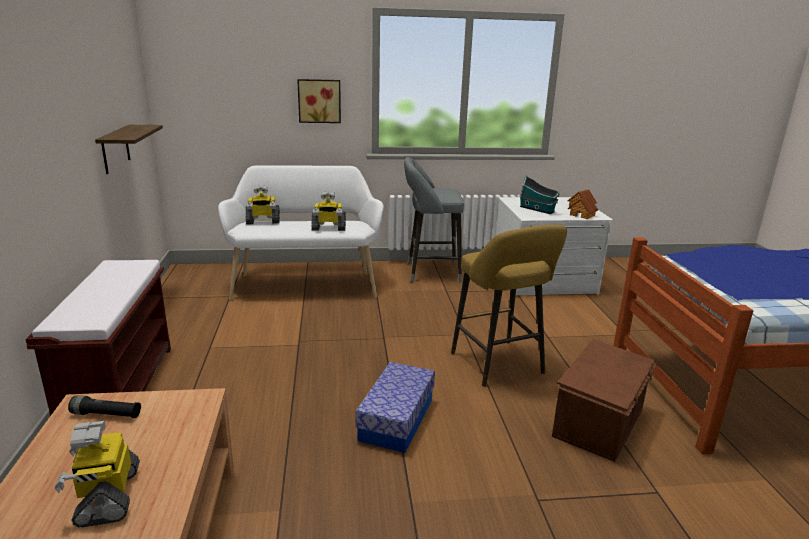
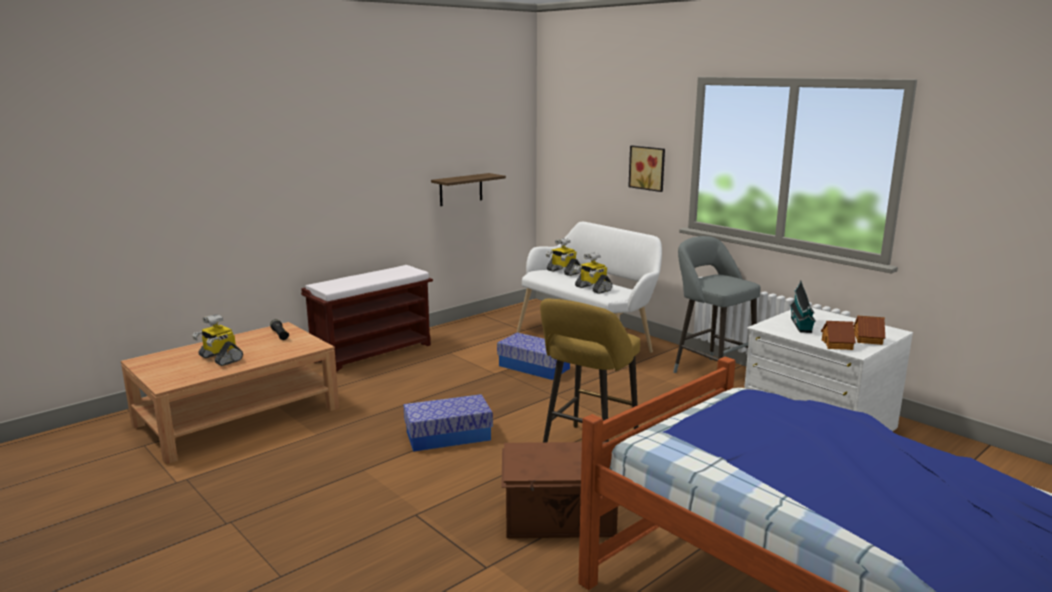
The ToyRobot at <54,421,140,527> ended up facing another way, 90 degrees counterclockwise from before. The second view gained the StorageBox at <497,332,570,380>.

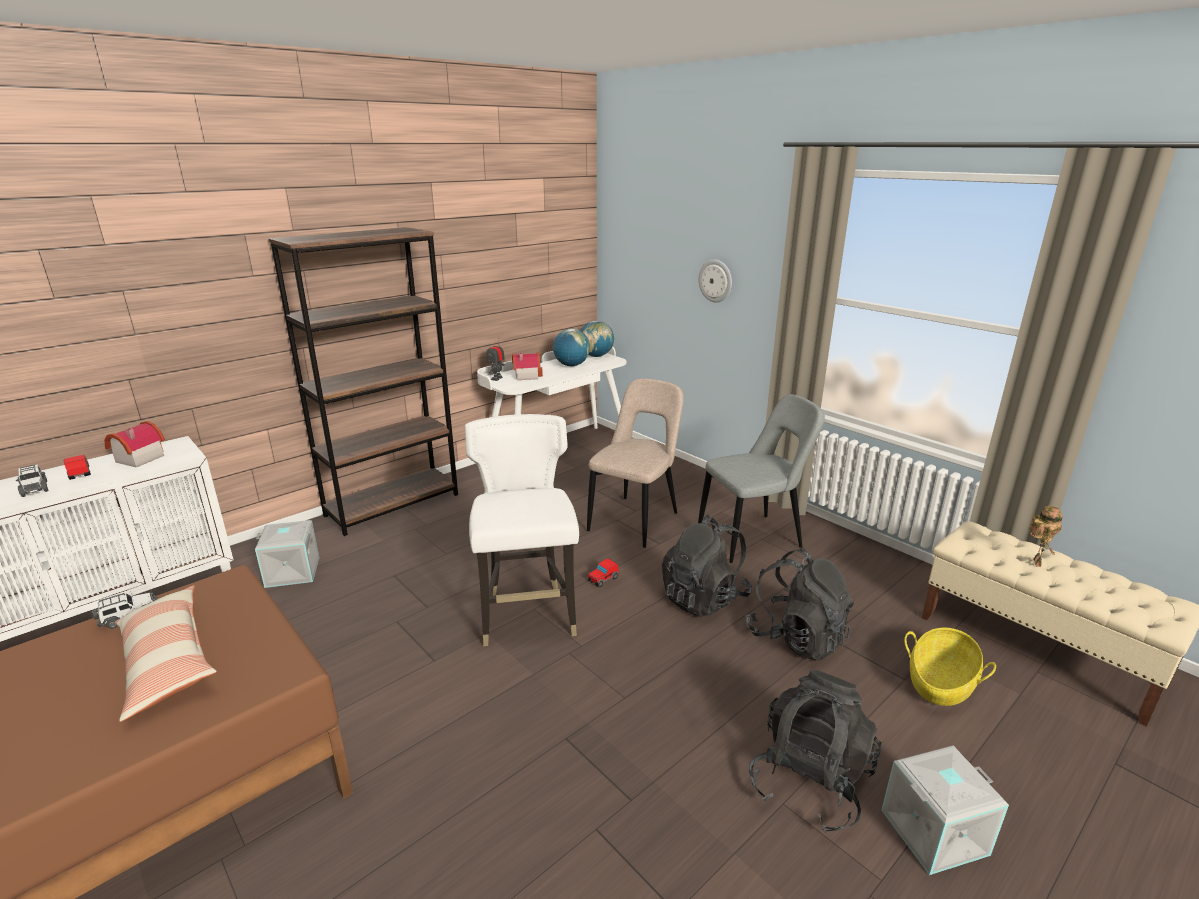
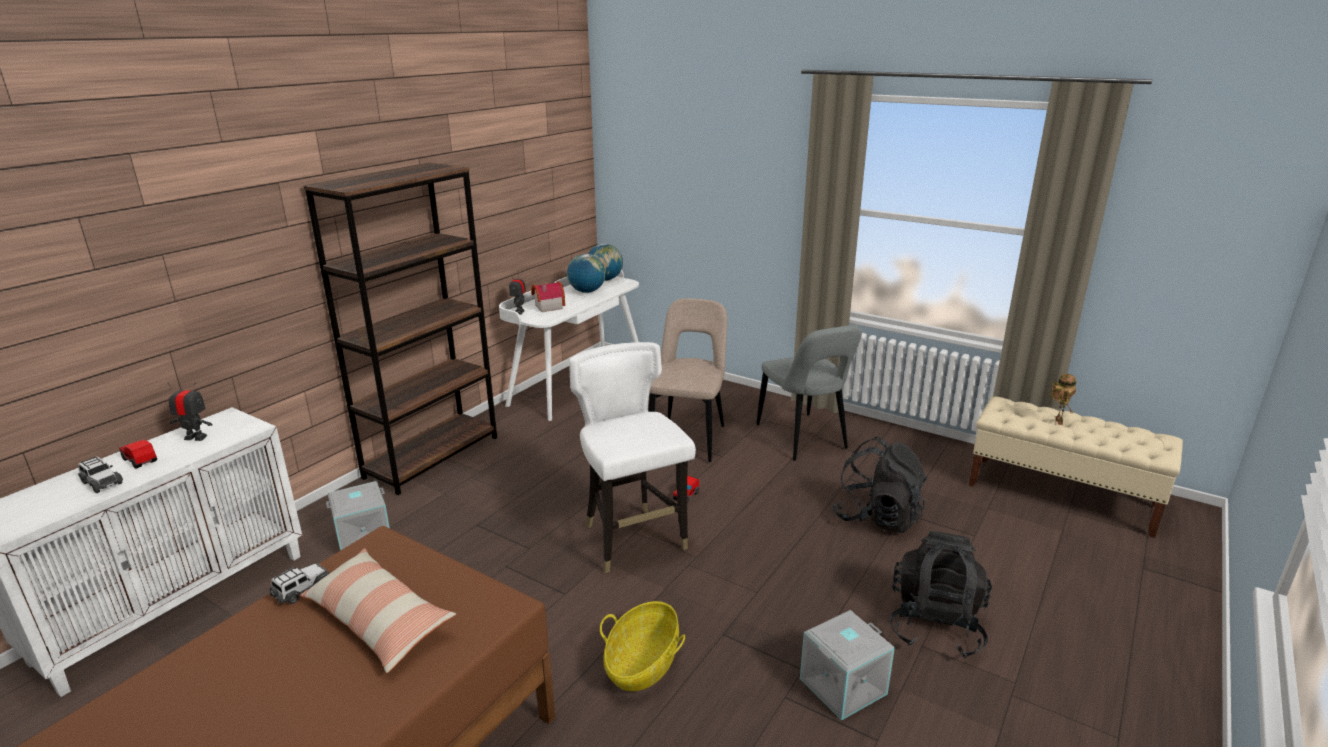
Where the ToyHouse stood at <104,421,165,467>, the ToyRobot came to stand at <167,383,212,441>. The second view lost the BlackBackpack at <662,515,752,617>. The GrayChair at <698,394,825,563> ended up facing another way, 105 degrees clockwise from before. The second view lost the ClockOnTheWall at <699,259,732,303>. The GrayStorageBox ended up elsewhere, having gone from <882,745,1009,875> to <800,610,895,721>. The StorageBasket ended up elsewhere, having gone from <904,628,996,706> to <600,601,685,691>.

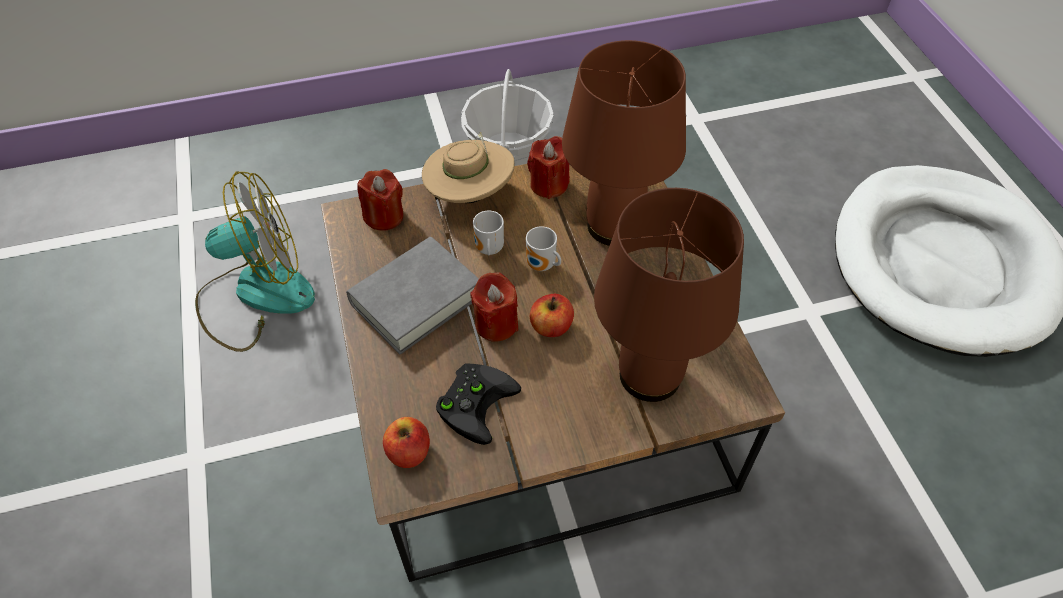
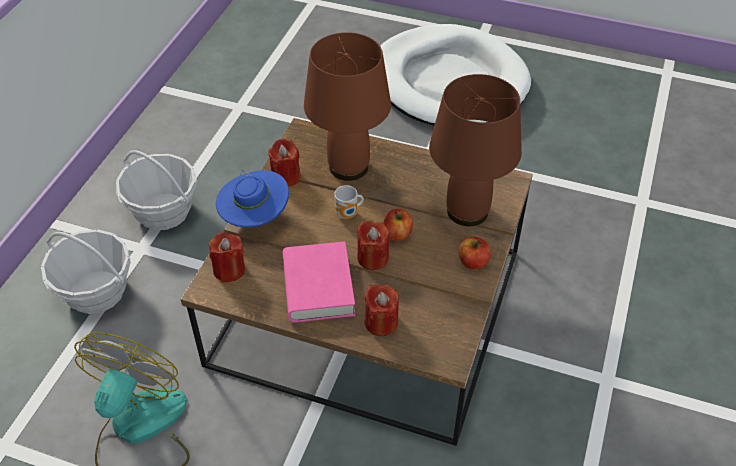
What was the GrayVolume at <346,237,479,354> turned into the PinkColouredVolume at <282,241,355,323>. The WholeApple ended up elsewhere, having gone from <383,417,430,468> to <458,237,491,269>. What was the BeigeColouredWearableHat at <422,132,515,203> turned into the BlueWearableHat at <216,170,289,227>. The second view lost the BlackGameController at <436,363,521,445>. The second view lost the TeaMug at <473,211,504,255>. The second view gained the StorageBasket at <41,229,131,314>. The second view gained the ReddishCandle at <364,285,399,336>.

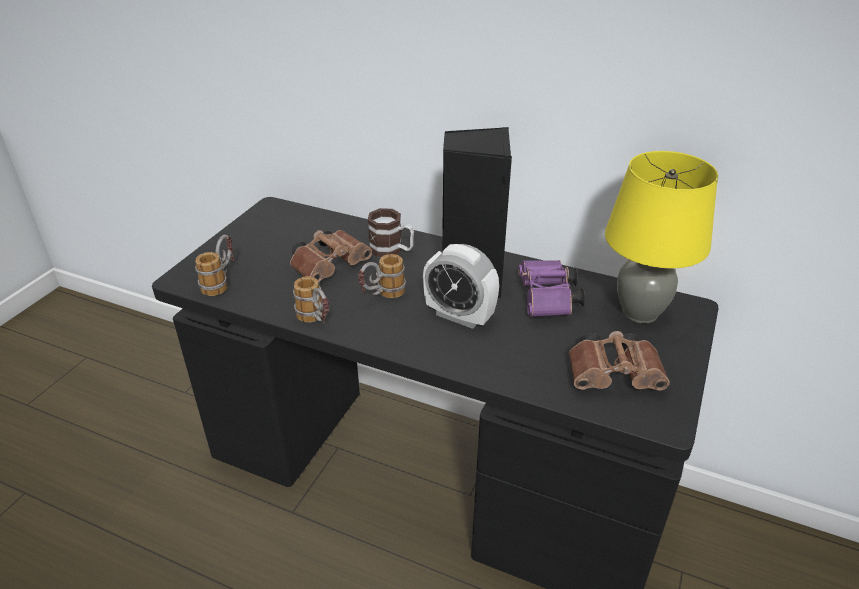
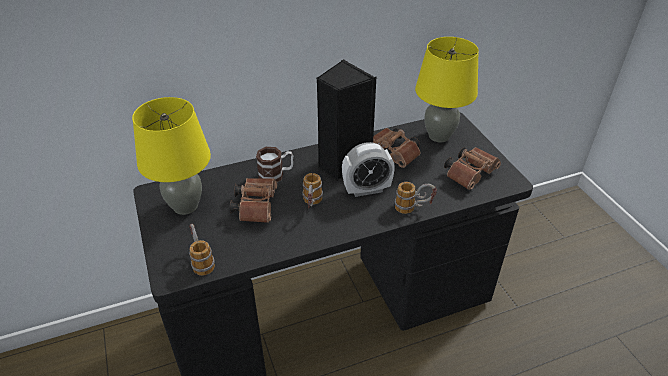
The TeaMug ended up elsewhere, having gone from <293,276,329,323> to <395,182,437,214>. What was the PurplishBinoculars at <518,260,585,317> turned into the BrownishBinoculars at <373,128,421,168>. The second view gained the YellowishLampForATable at <132,97,211,215>.

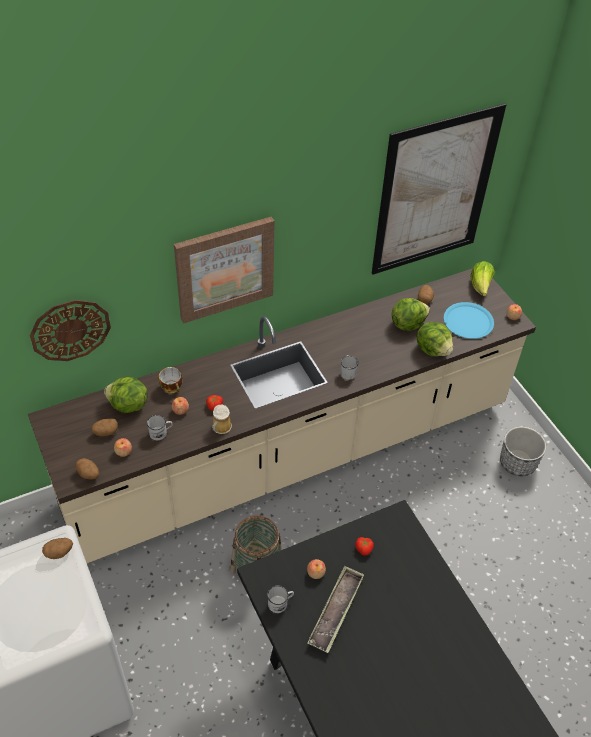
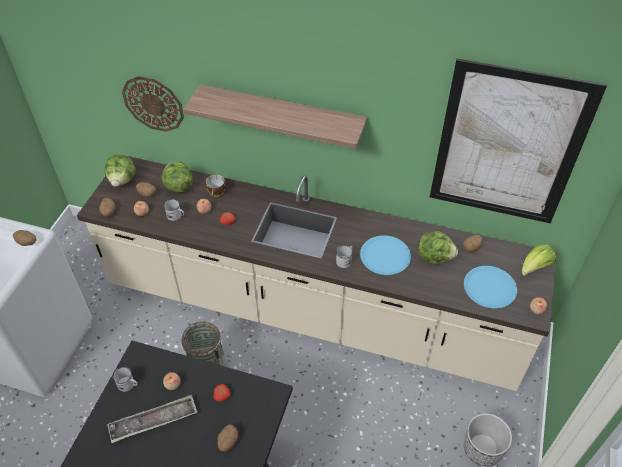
Where the WallPicture hung at <174,217,275,324>, the Shelf came to hang at <183,84,367,149>. The second view lost the TeaMug at <212,404,232,434>. The LettuceHead ended up elsewhere, having gone from <417,322,453,356> to <105,154,136,187>. The second view gained the Potato at <217,424,238,452>. The second view gained the BluePlate at <360,235,411,275>.

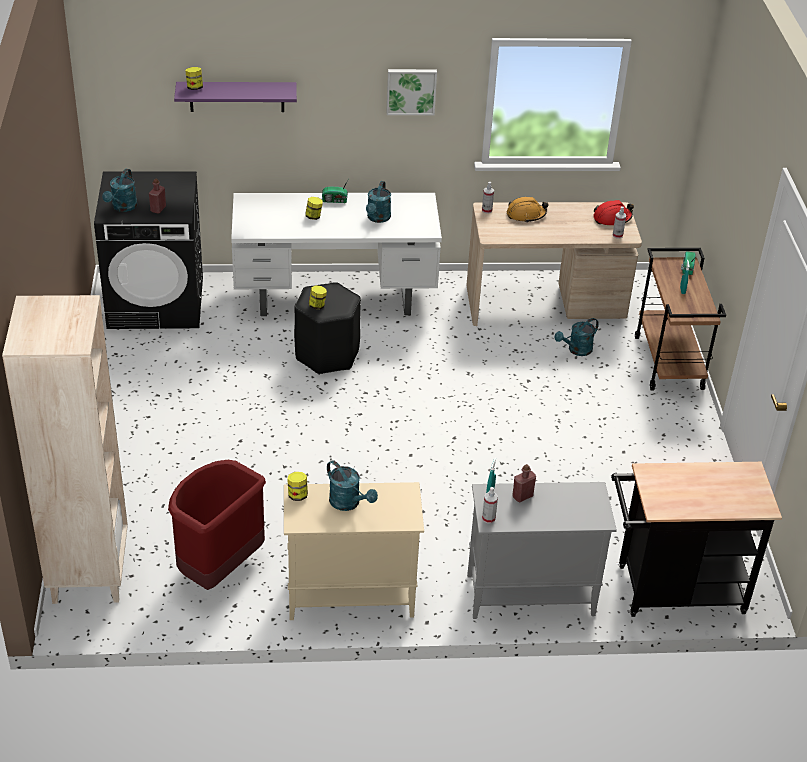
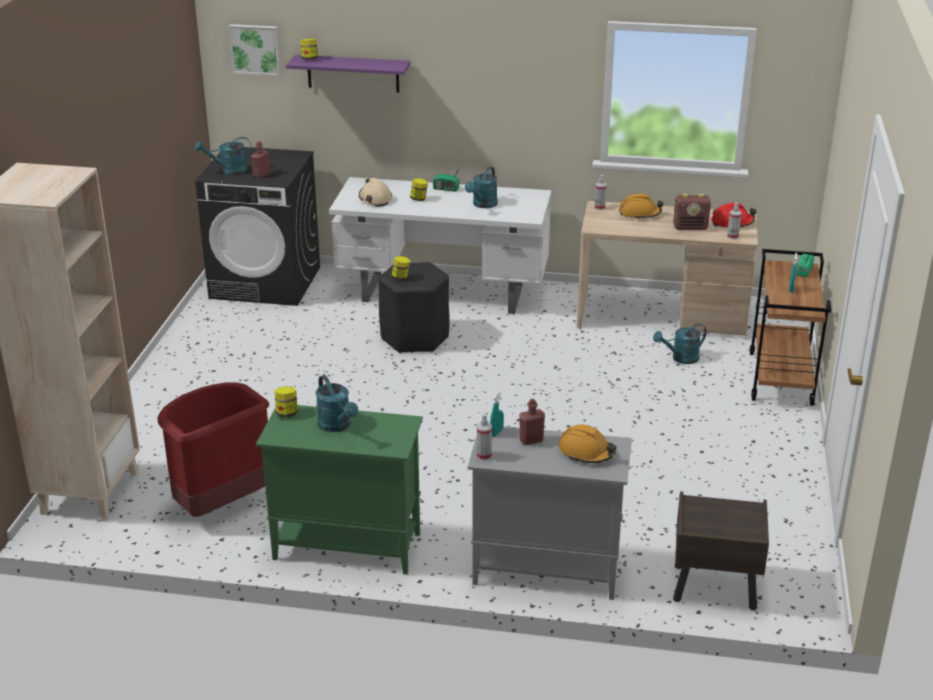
The TurquoiseSprinklingCan at <102,169,137,212> ended up facing another way, 45 degrees clockwise from before. What was the BeigeColouredStorageCabinet at <284,482,424,620> turned into the GreenishStorageCabinet at <256,405,423,575>. The WallPicture ended up elsewhere, having gone from <386,69,437,115> to <229,24,281,76>. Where the BlackTrolley stood at <611,462,782,617>, the BrownishNightstand came to stand at <673,491,769,610>. The second view gained the BeigeColouredWorkHelmet at <359,178,392,207>. The second view gained the OrangeColouredWorkHelmet at <559,425,616,463>. The second view gained the Radio at <673,194,711,230>.

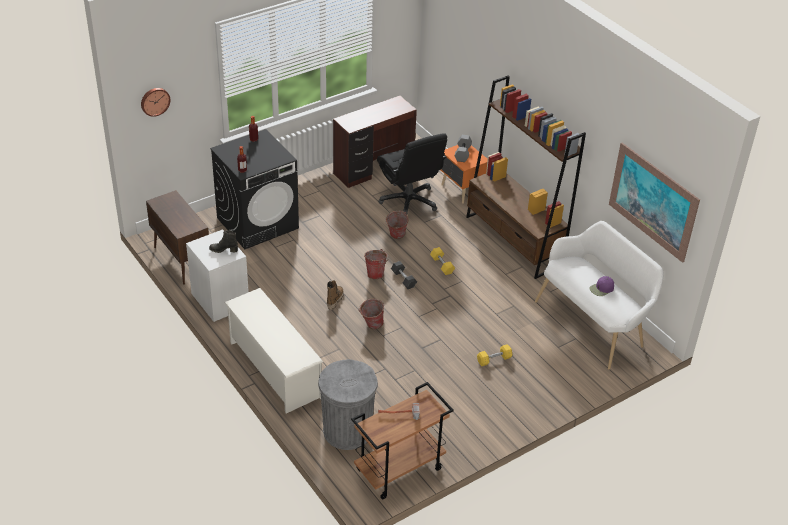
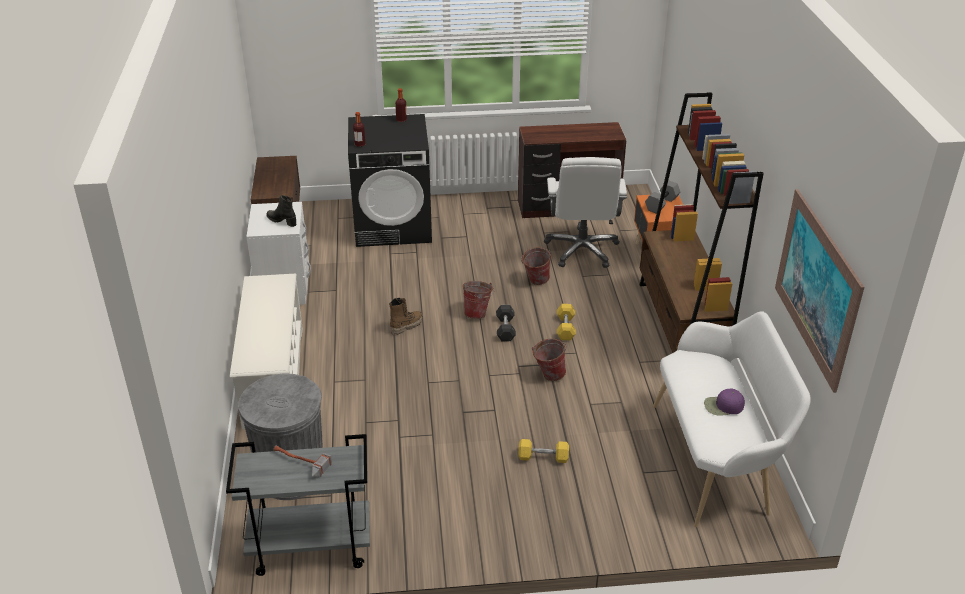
The second view lost the ClockOnTheWall at <141,88,171,117>. What was the BrownishTrolley at <351,382,454,499> turned into the GrayTrolley at <226,434,370,576>. The WaterBucket ended up elsewhere, having gone from <359,299,384,329> to <532,339,567,381>. What was the BlackDeskChair at <377,133,447,215> turned into the WhiteColouredDeskChair at <544,157,627,268>.

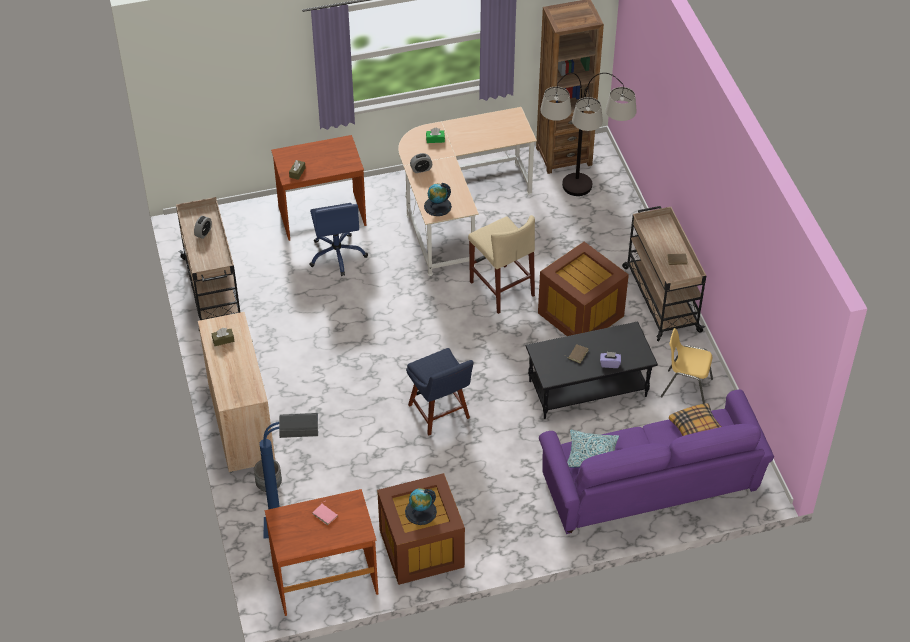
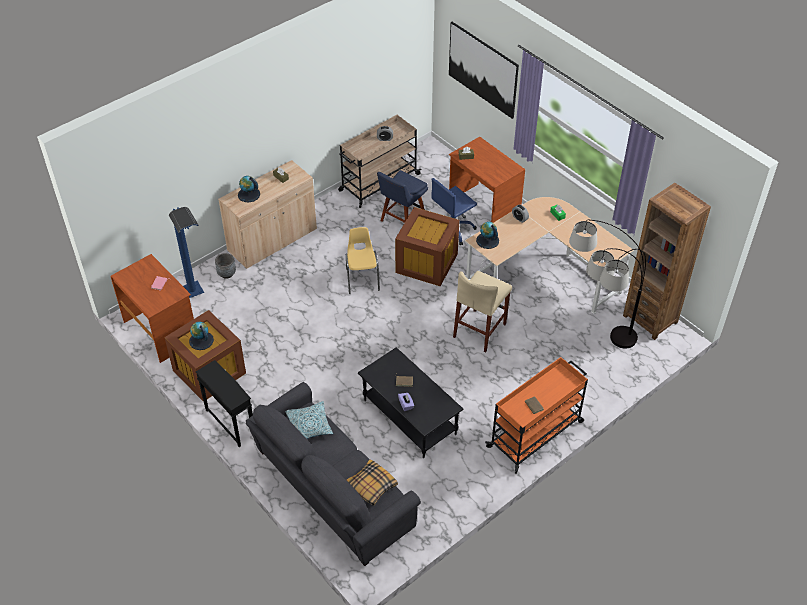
The BlueChair ended up elsewhere, having gone from <406,348,473,435> to <377,170,428,223>. The BrownishStorageBox ended up elsewhere, having gone from <538,242,629,336> to <395,207,459,286>. What was the PurplishSettee at <539,390,774,534> turned into the GraySettee at <246,382,421,566>. What was the BeigeColouredTrolley at <622,206,706,341> turned into the OrangeColouredTrolley at <485,357,588,474>. The YellowishChair ended up elsewhere, having gone from <661,328,713,404> to <346,227,380,294>. The second view gained the BlackEndTable at <196,360,253,447>. The second view gained the WorldGlobe at <238,176,260,202>. The second view gained the WallPicture at <449,22,519,119>.

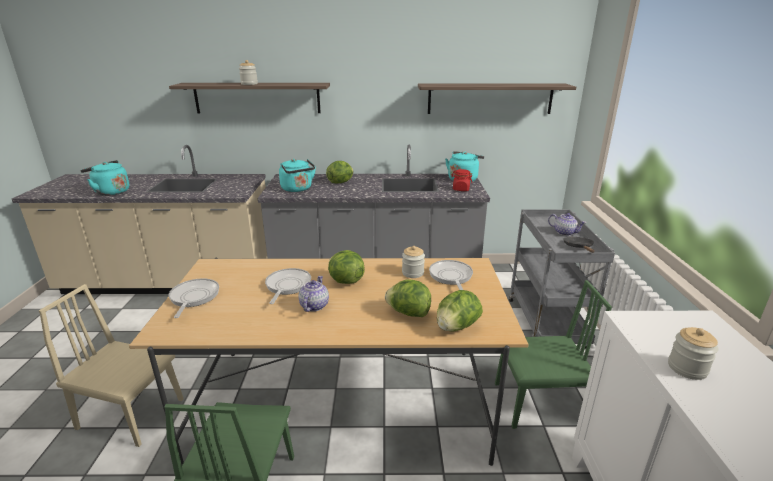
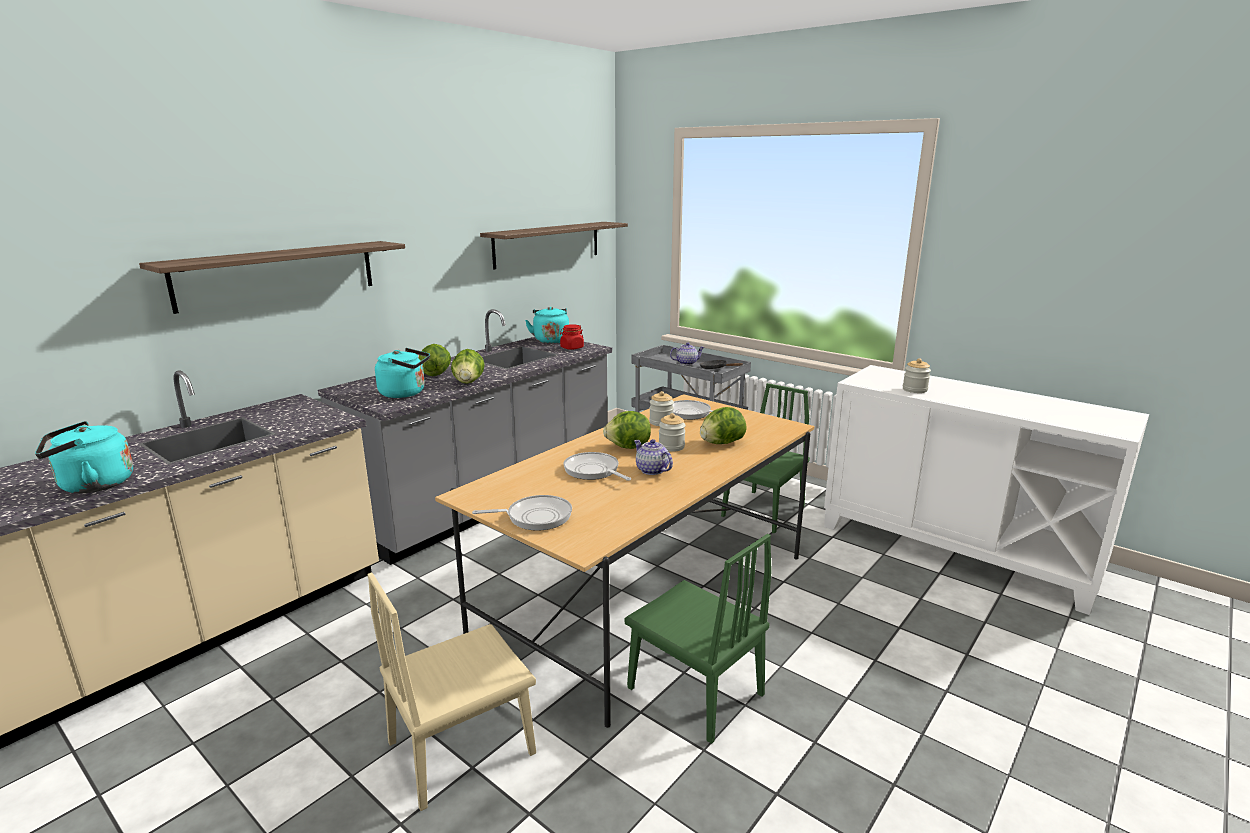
The Pan at <168,278,219,318> ended up facing another way, 135 degrees clockwise from before. The Jar ended up elsewhere, having gone from <239,60,258,85> to <659,413,686,452>. The LettuceHead ended up elsewhere, having gone from <437,290,483,332> to <451,349,485,384>.

